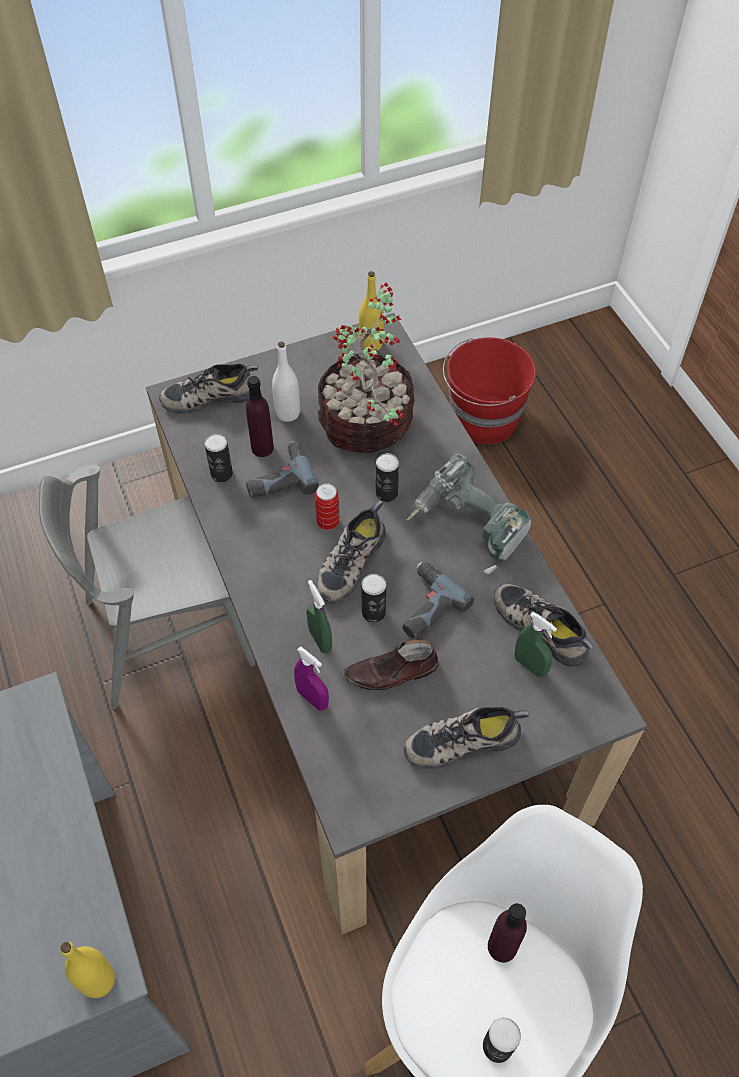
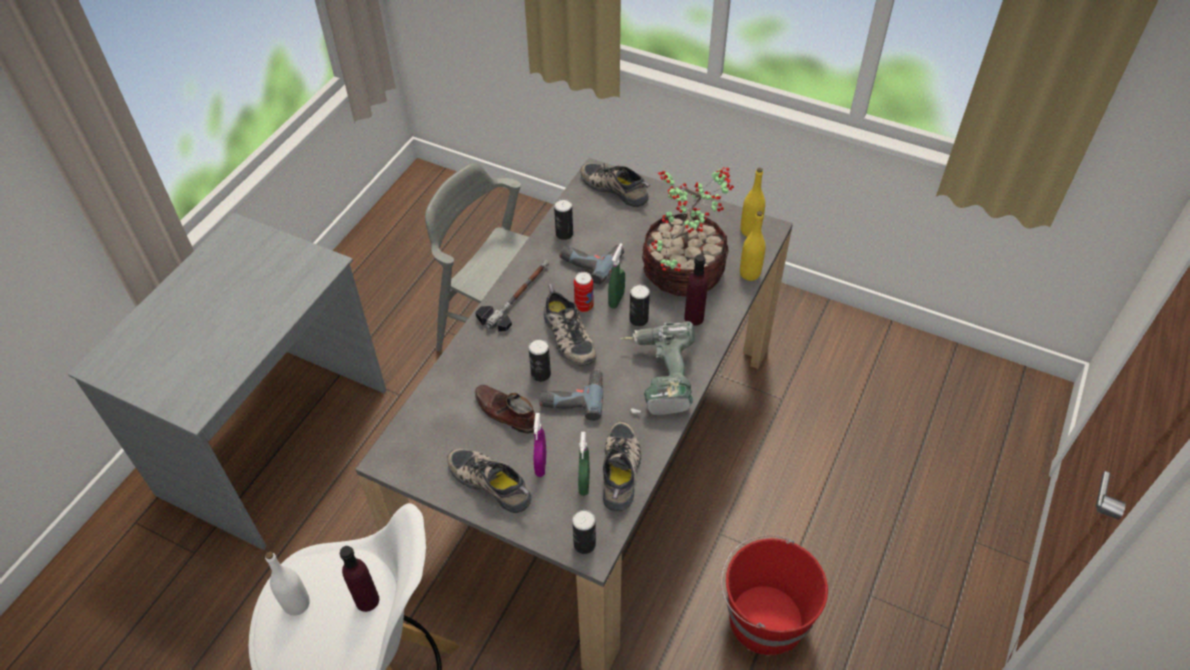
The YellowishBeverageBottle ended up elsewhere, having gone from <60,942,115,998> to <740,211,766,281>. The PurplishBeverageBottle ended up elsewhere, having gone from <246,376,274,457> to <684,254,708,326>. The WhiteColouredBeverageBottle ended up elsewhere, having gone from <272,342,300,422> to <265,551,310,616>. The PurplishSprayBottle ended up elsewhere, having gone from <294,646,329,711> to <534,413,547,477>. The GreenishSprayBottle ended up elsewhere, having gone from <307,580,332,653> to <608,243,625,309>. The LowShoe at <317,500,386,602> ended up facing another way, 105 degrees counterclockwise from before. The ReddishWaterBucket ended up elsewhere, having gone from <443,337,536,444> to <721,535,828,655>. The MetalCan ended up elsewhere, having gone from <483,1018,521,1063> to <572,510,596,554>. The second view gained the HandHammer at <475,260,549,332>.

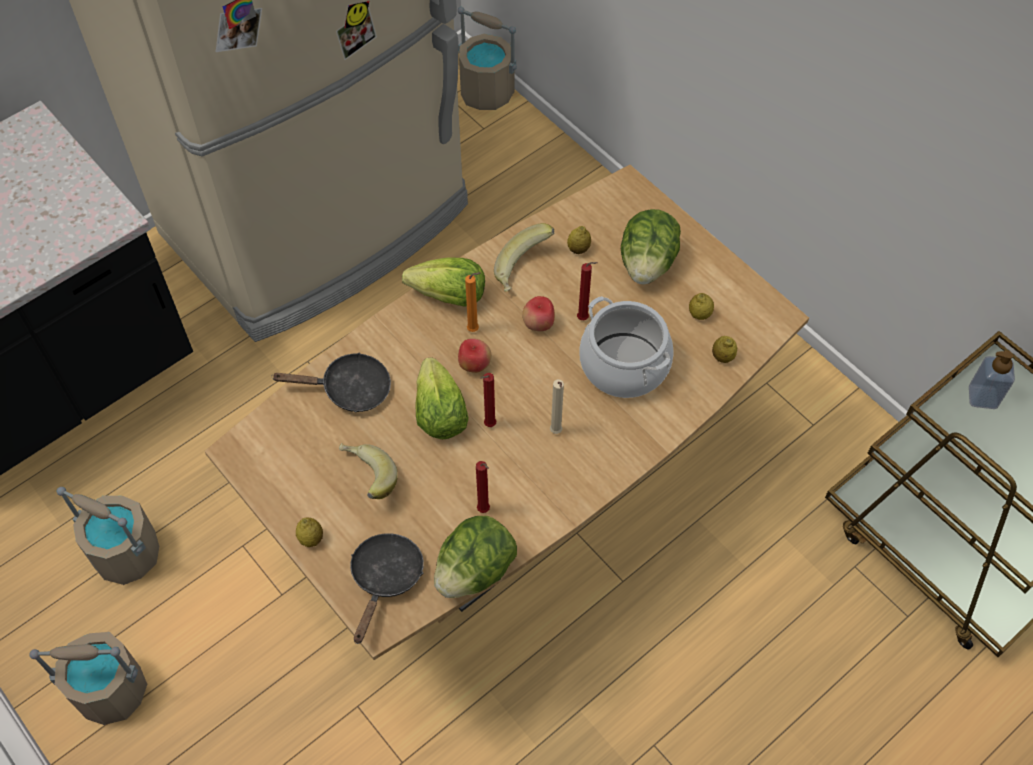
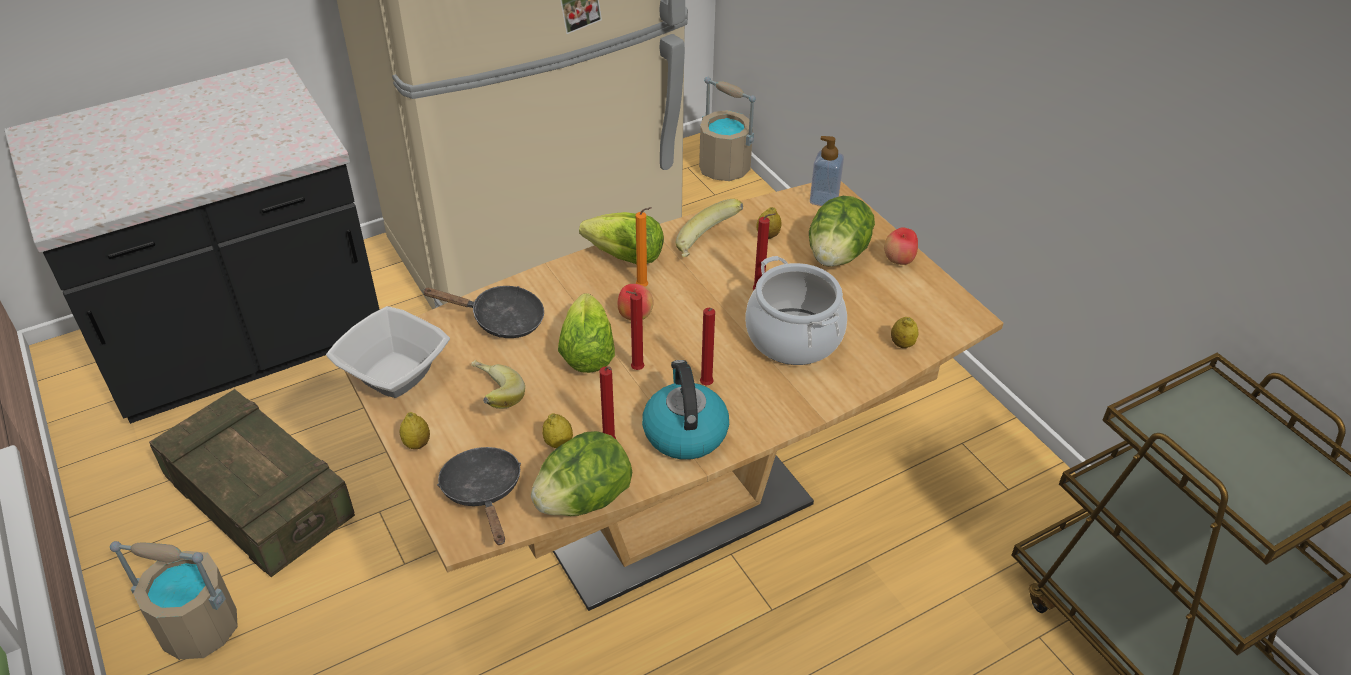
Where the BeigeColouredWaterBucket stood at <57,487,159,585>, the ShippingCrate came to stand at <149,389,355,577>. The BlackPan at <350,533,424,644> ended up facing another way, 45 degrees counterclockwise from before. The WholeApple ended up elsewhere, having gone from <522,296,555,331> to <884,227,918,265>. What was the BeigeColouredCandle at <550,379,564,434> turned into the ReddishCandle at <700,308,715,385>. The WholeLemon ended up elsewhere, having gone from <689,293,714,320> to <542,413,573,448>. The SoapBottle ended up elsewhere, having gone from <969,351,1015,409> to <810,136,844,206>. The second view gained the Bowl at <326,306,450,398>. The second view gained the TeaKettle at <642,360,729,460>.

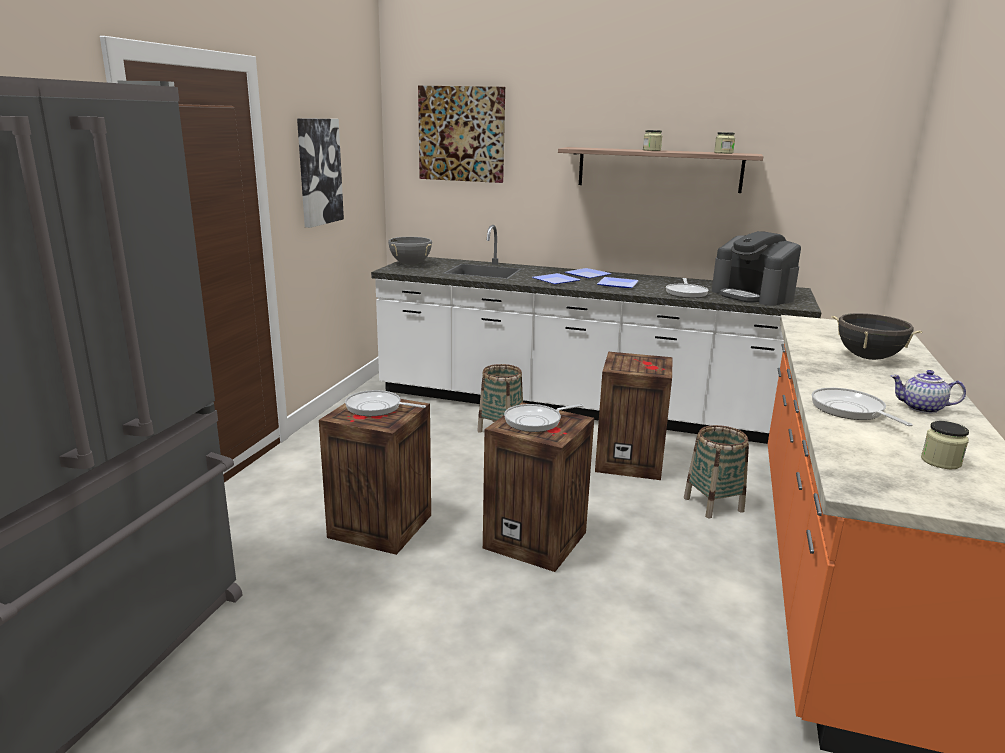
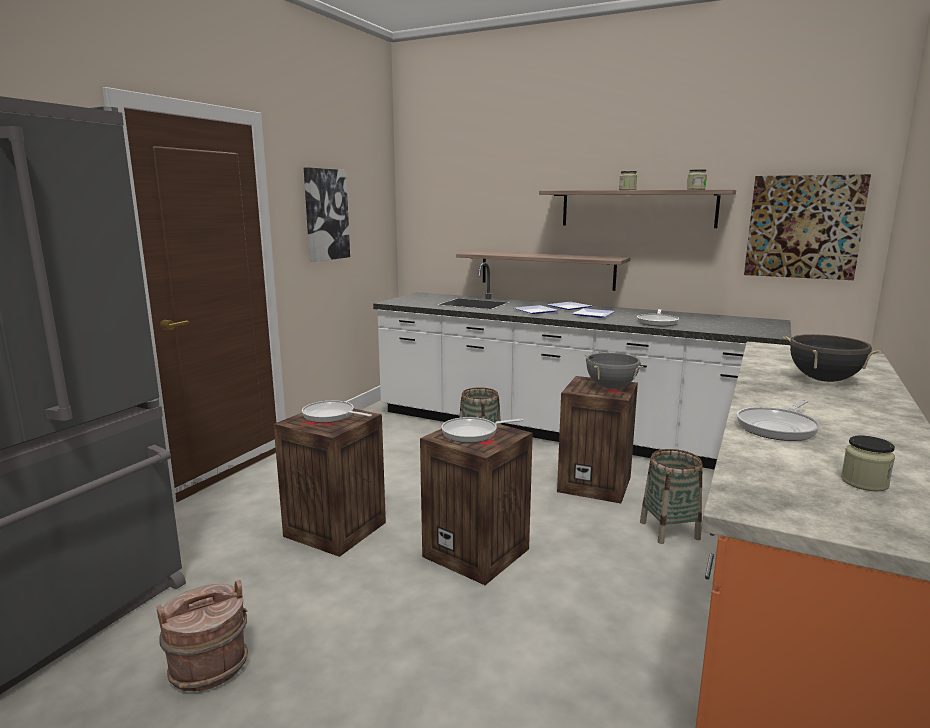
The GraySaucepot ended up elsewhere, having gone from <388,237,432,265> to <585,353,643,389>. The WallPicture ended up elsewhere, having gone from <418,86,505,183> to <744,174,871,280>. The second view lost the CoffeeBrewer at <712,231,801,306>. The Pan at <812,388,913,426> ended up facing another way, 120 degrees counterclockwise from before. The second view lost the Teapot at <891,370,966,414>. The second view gained the BrownishWaterBucket at <156,580,248,691>. The second view gained the Shelf at <456,251,630,291>.

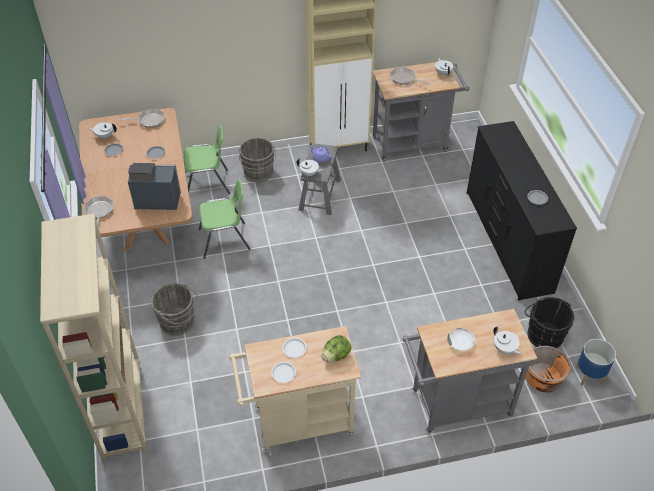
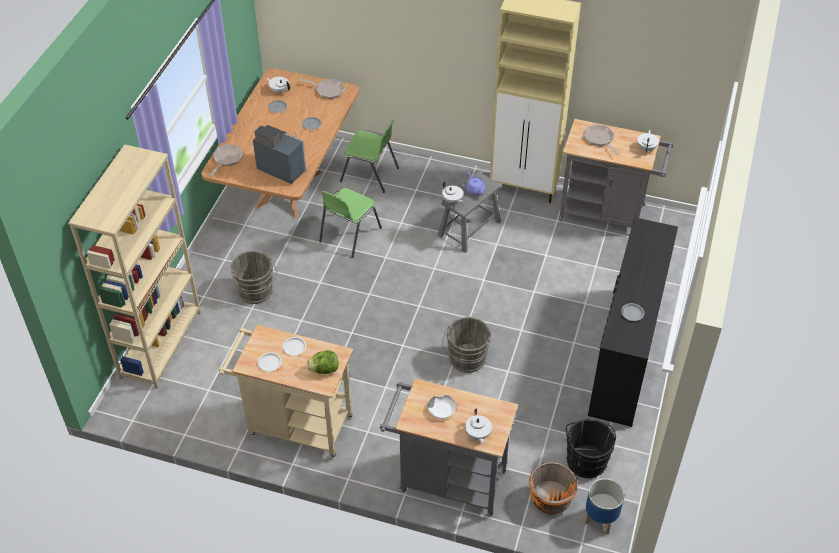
The GreenishChair at <199,179,251,259> ended up facing another way, 105 degrees clockwise from before. The GrayWaterBucket ended up elsewhere, having gone from <238,138,276,182> to <442,317,491,373>.

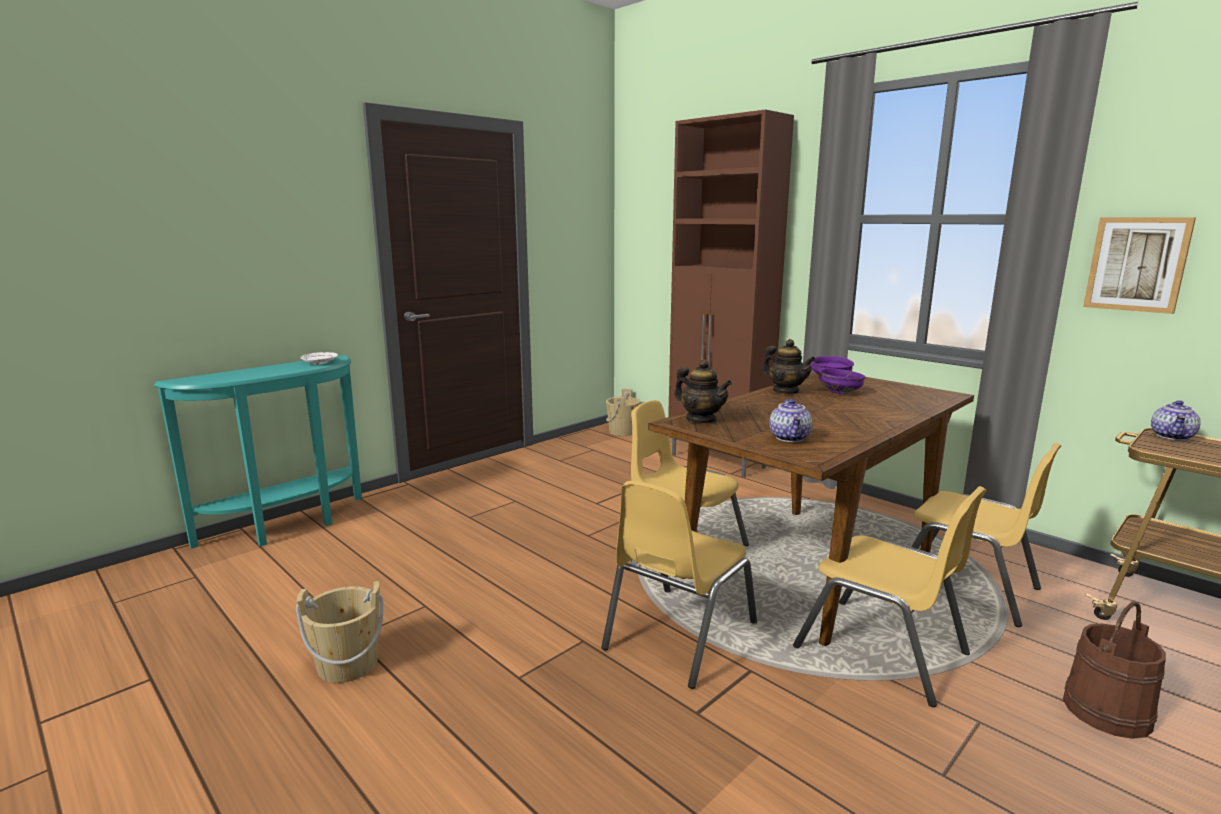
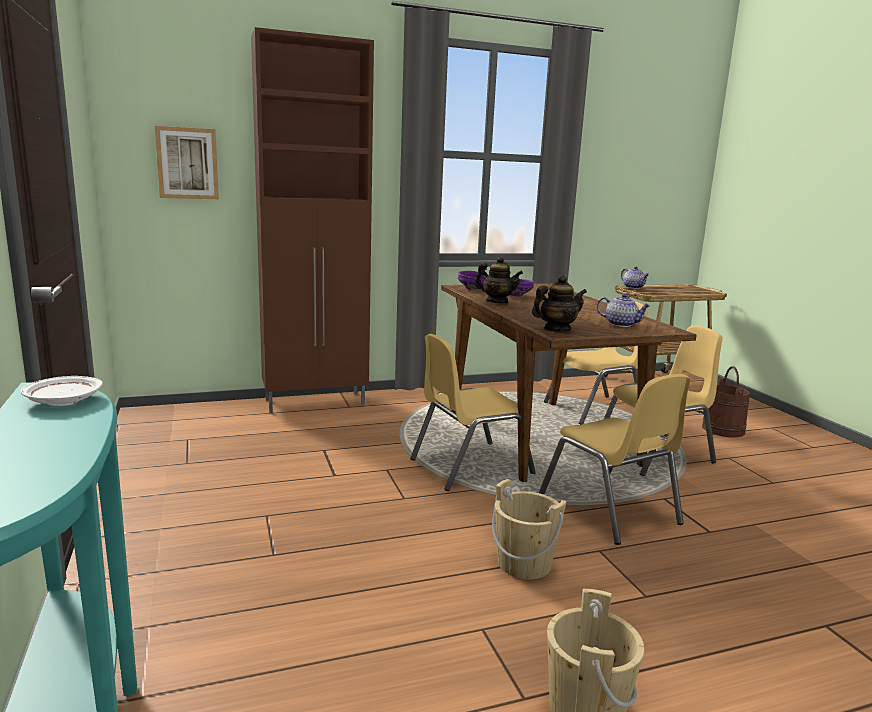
The BeigeColouredWaterBucket ended up elsewhere, having gone from <606,389,640,436> to <492,479,567,579>. The Teapot at <762,339,815,394> ended up facing another way, 45 degrees clockwise from before. The WallPicture ended up elsewhere, having gone from <1083,217,1196,314> to <155,126,219,199>.

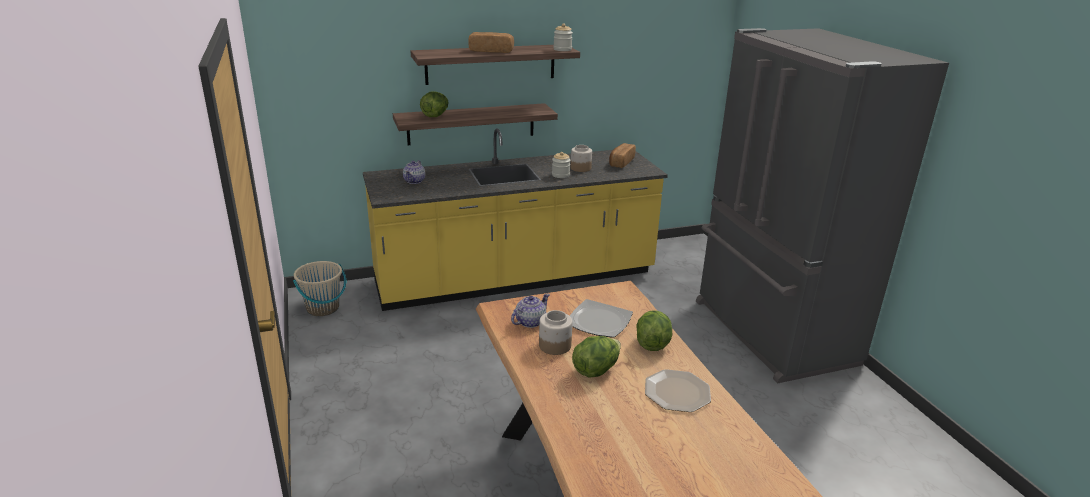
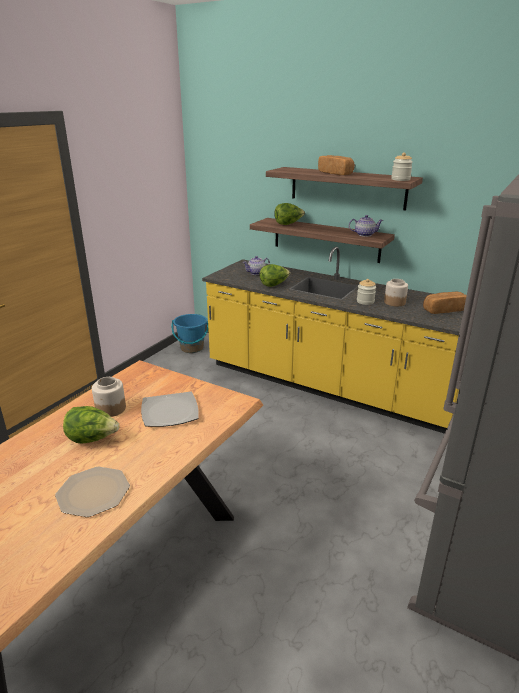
What was the BeigeColouredWaterBucket at <293,261,346,316> turned into the BlueWaterBucket at <172,314,208,353>. The Teapot ended up elsewhere, having gone from <511,293,550,328> to <349,215,383,237>. The LettuceHead ended up elsewhere, having gone from <637,310,672,351> to <260,264,290,287>.

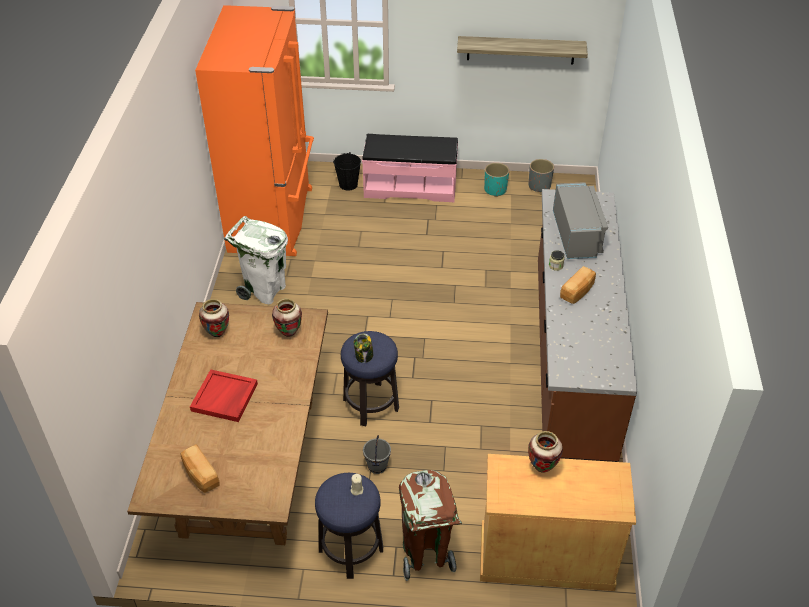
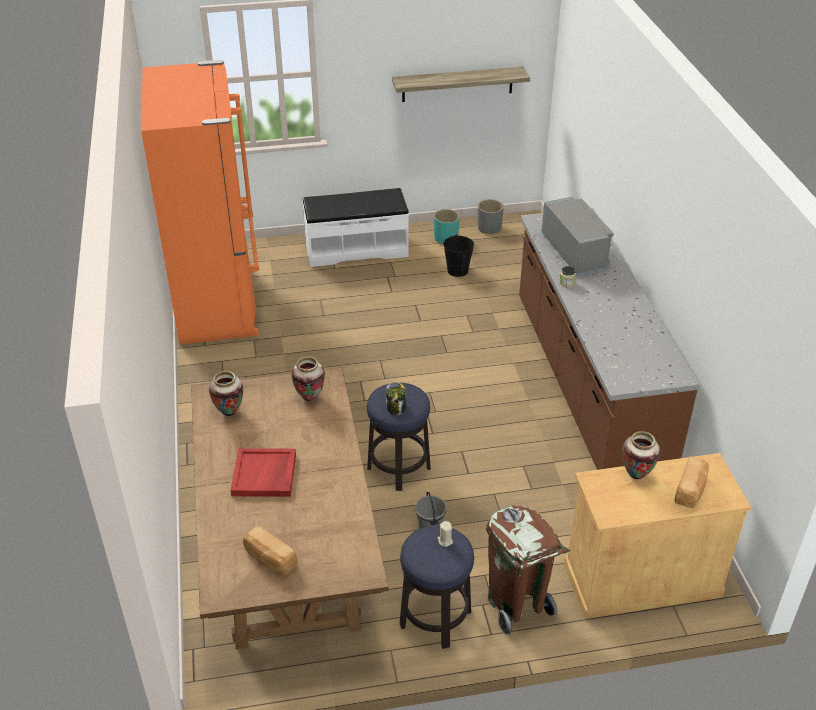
The second view lost the WhiteColouredTrashCan at <224,216,288,304>. The BlackWaterBucket ended up elsewhere, having gone from <333,152,361,191> to <443,234,474,277>. What was the PinkColouredBench at <362,134,458,203> turned into the WhiteColouredBench at <302,188,409,267>. The BakedBread ended up elsewhere, having gone from <560,266,596,304> to <674,456,709,508>.

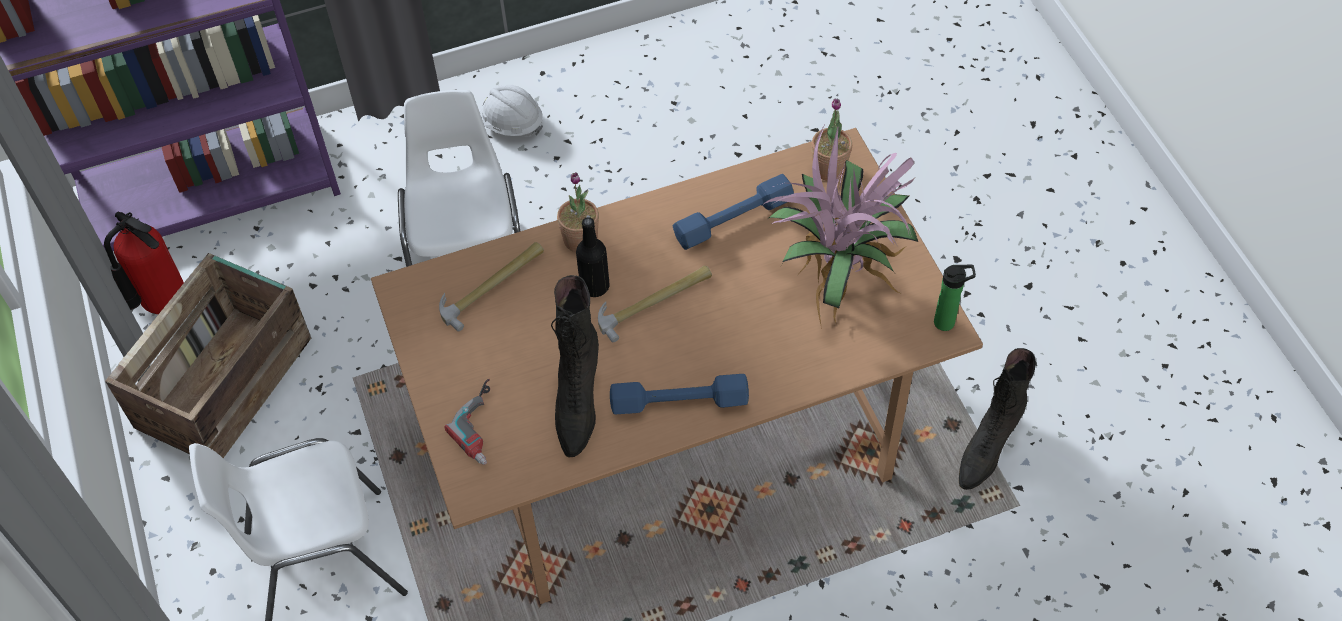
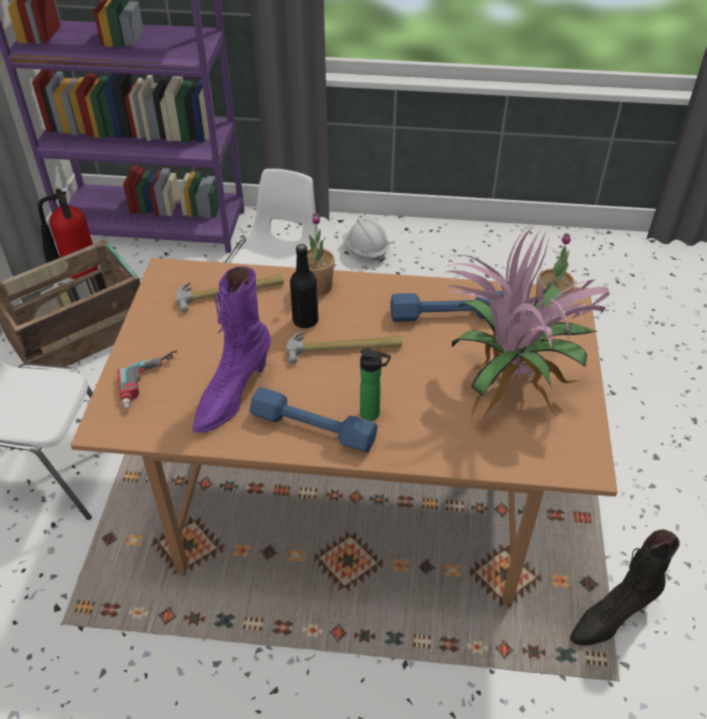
What was the BlackHighTopBoot at <551,275,599,458> turned into the PurplishHighTopBoot at <192,266,271,433>. The BeverageBottle ended up elsewhere, having gone from <934,265,976,331> to <360,349,391,421>.

